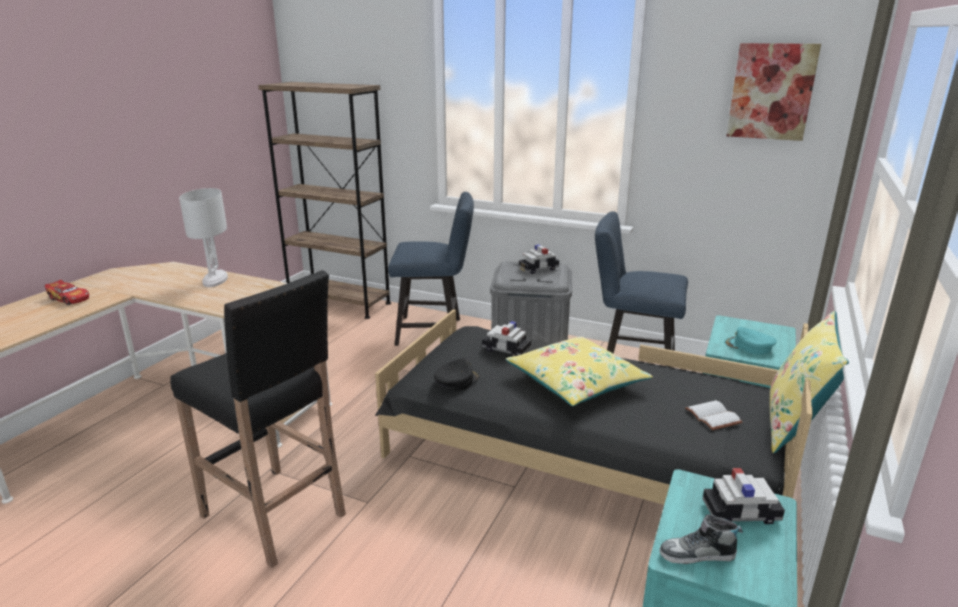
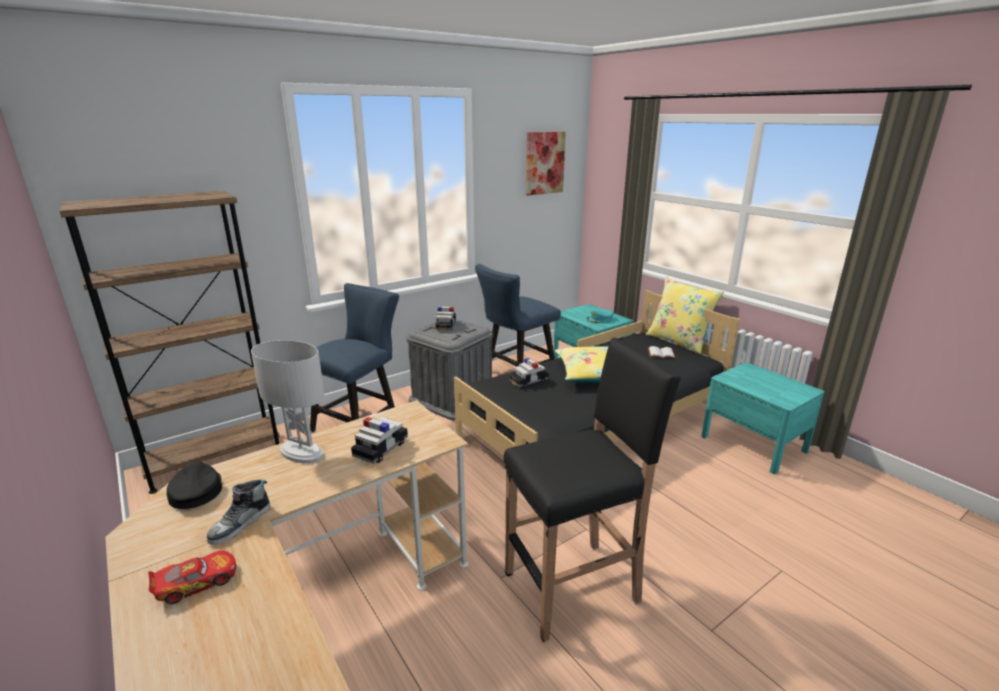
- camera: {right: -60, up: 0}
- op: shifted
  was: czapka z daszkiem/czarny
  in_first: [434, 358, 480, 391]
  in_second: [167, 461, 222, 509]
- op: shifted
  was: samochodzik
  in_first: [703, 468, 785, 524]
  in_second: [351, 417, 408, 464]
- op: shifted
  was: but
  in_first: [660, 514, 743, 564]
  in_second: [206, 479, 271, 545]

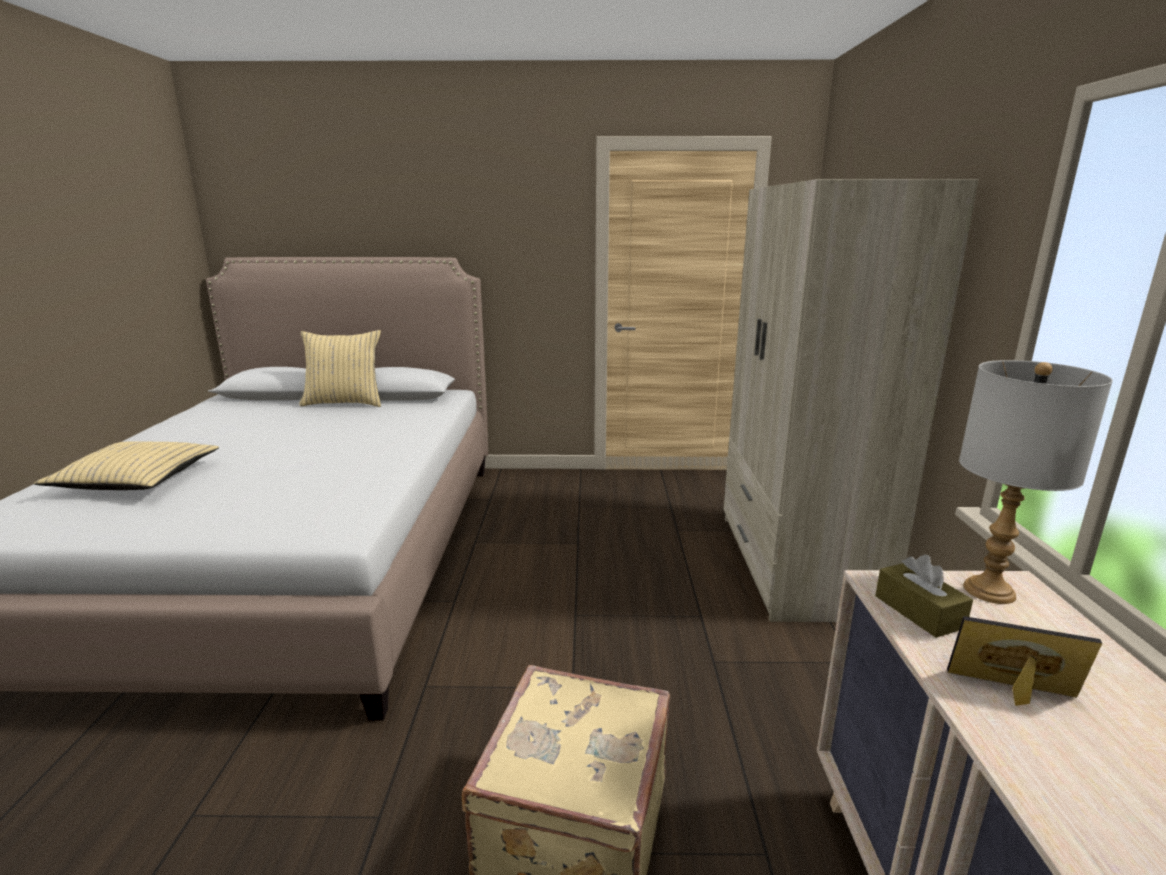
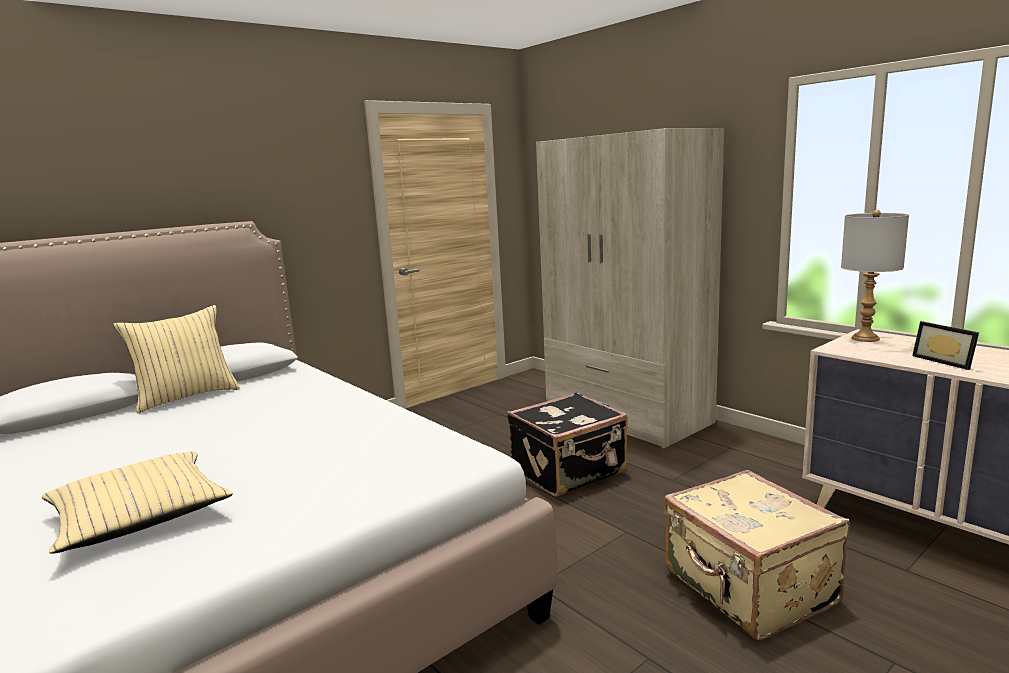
- camera: {right: -40, up: -5}
- op: gone
  was: pudełko chusteczek/brązowy
  in_first: [875, 554, 973, 638]
- op: rotated
  was: ramka na zdjęcie
  in_first: [947, 616, 1102, 706]
  in_second: [912, 321, 979, 370]
  clockwise: -90
- op: new
  now: walizka/czarny
  in_second: [507, 392, 628, 496]

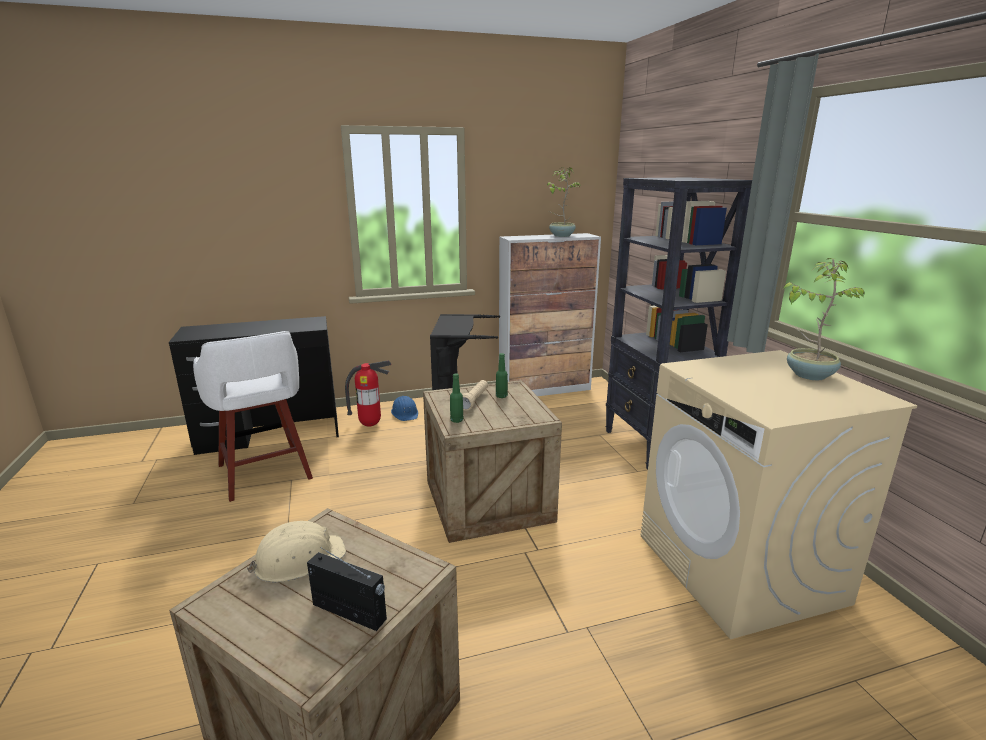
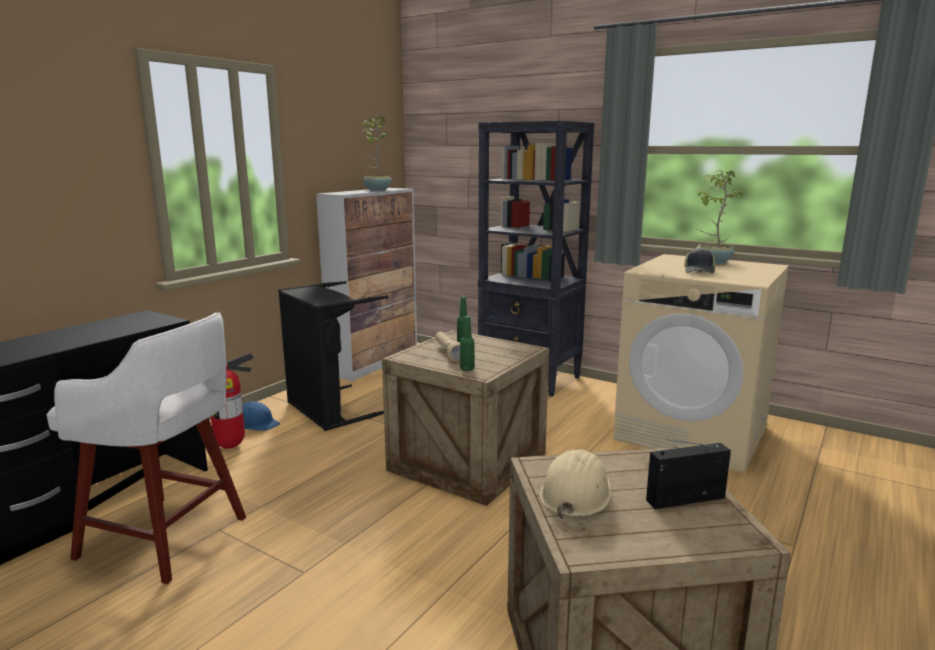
- camera: {right: -40, up: -5}
- op: new
  now: czapka z daszkiem
  in_second: [684, 247, 716, 273]

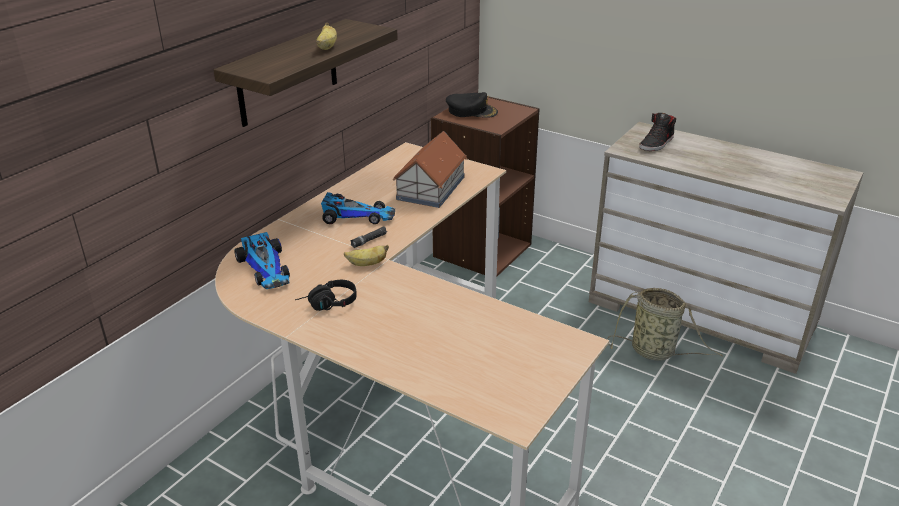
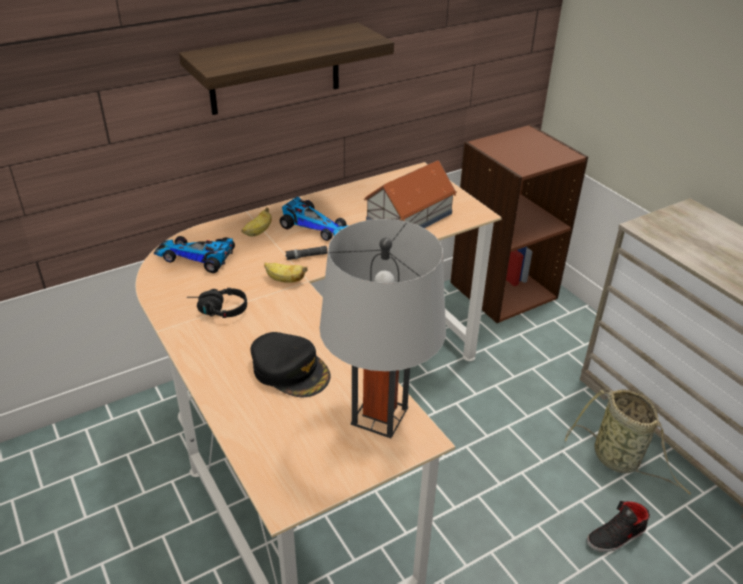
- camera: {right: 25, up: 5}
- op: shifted
  was: banan
  in_first: [316, 23, 337, 50]
  in_second: [241, 207, 272, 237]
- op: shifted
  was: czapka z daszkiem/czarny
  in_first: [446, 92, 498, 118]
  in_second: [250, 332, 331, 397]
- op: shifted
  was: but/czarny
  in_first: [639, 113, 676, 151]
  in_second: [586, 501, 650, 552]
- op: rotated
  was: samochodzik
  in_first: [235, 232, 290, 289]
  in_second: [154, 236, 235, 273]
  clockwise: 105
- op: new
  now: lampa stołowa/szary
  in_second: [319, 219, 446, 438]

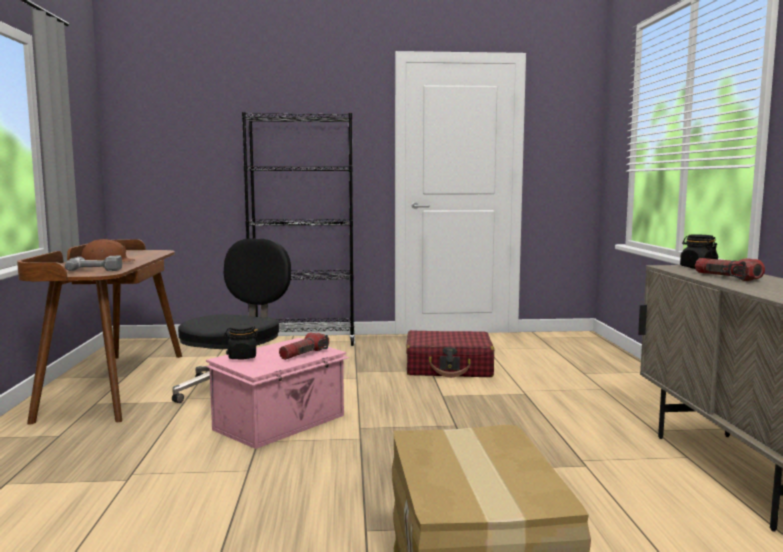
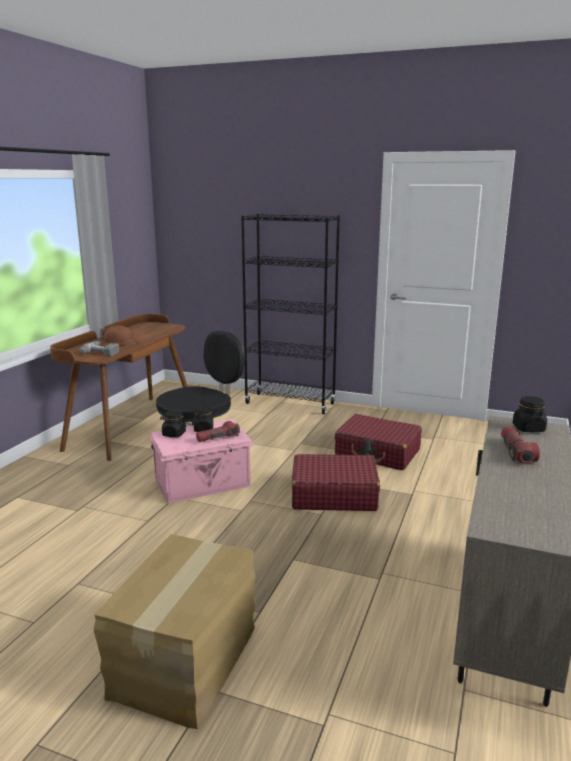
- camera: {right: 25, up: 10}
- op: new
  now: słoik/czarny
  in_second: [194, 406, 213, 432]
- op: new
  now: walizka/czerwony
  in_second: [292, 454, 380, 511]

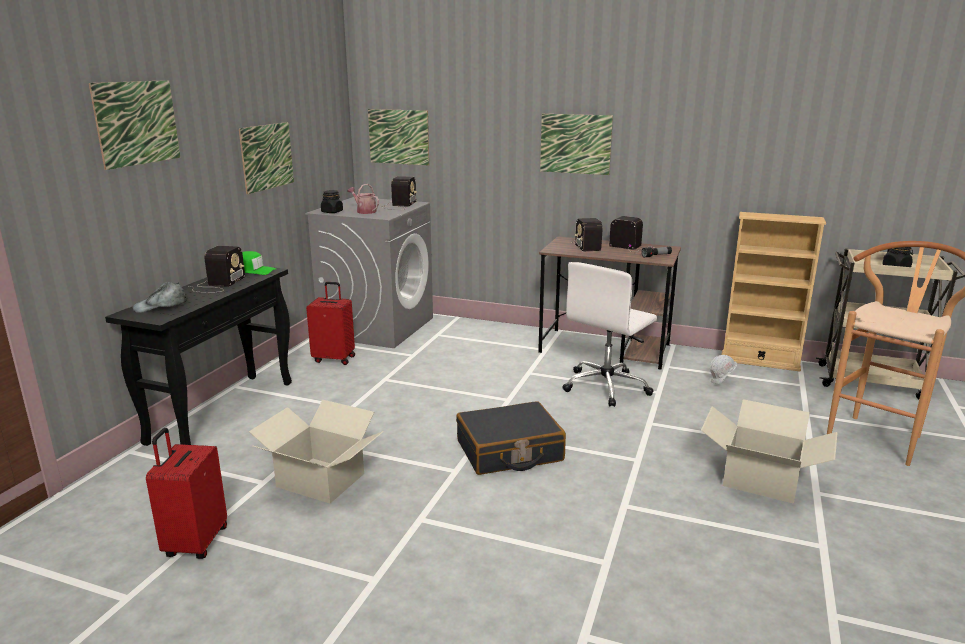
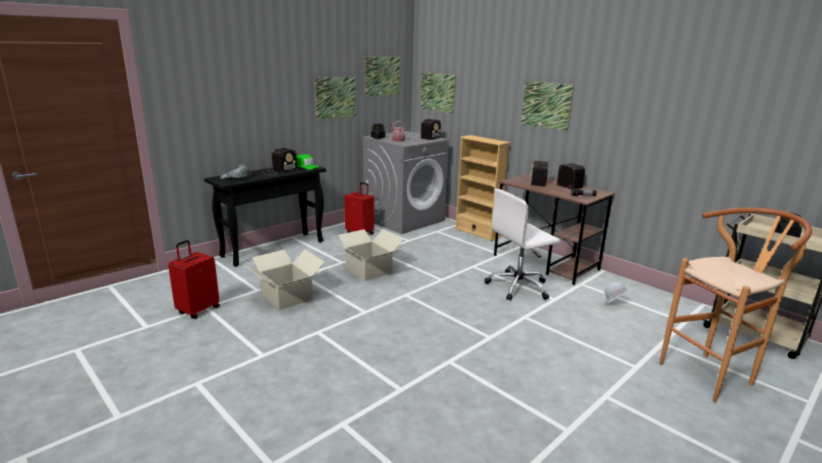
- camera: {right: 25, up: 0}
- op: shifted
  was: obraz
  in_first: [89, 80, 181, 170]
  in_second: [365, 57, 400, 96]
- op: shifted
  was: regał/beżowy
  in_first: [722, 212, 826, 371]
  in_second: [454, 135, 510, 241]
- op: shifted
  was: karton
  in_first: [701, 399, 838, 504]
  in_second: [333, 229, 404, 281]
- op: gone
  was: walizka/czarny
  in_first: [456, 401, 566, 475]

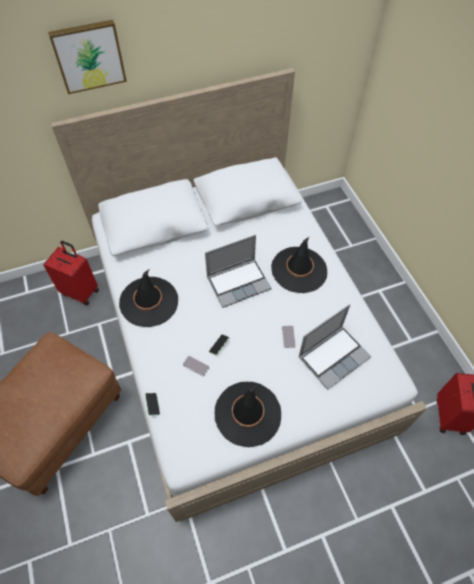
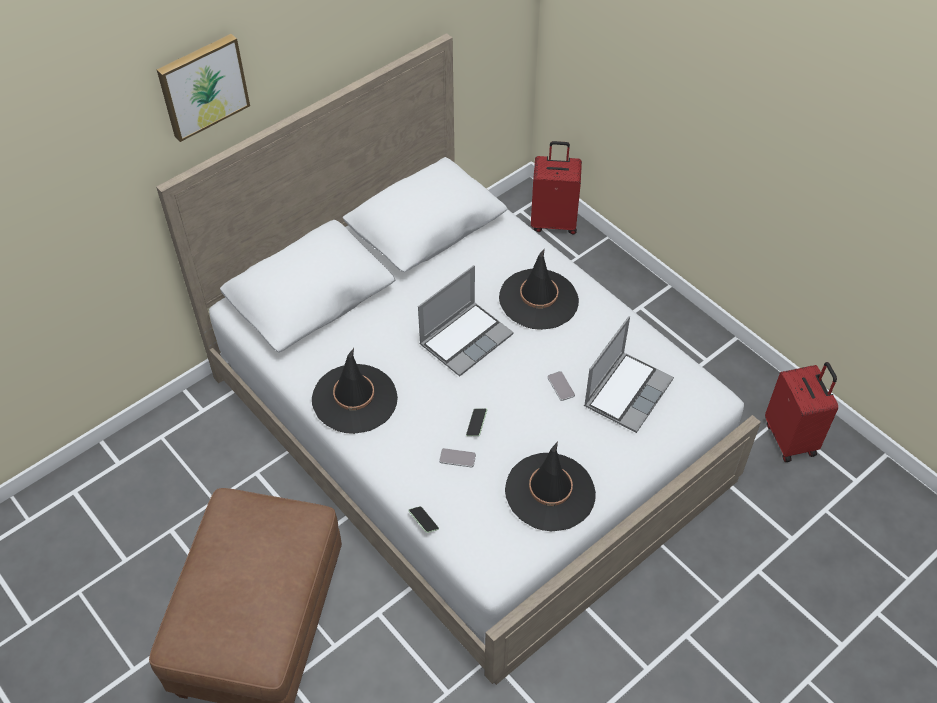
- camera: {right: -20, up: -5}
- op: shifted
  was: walizka/czerwony
  in_first: [43, 241, 99, 306]
  in_second: [531, 141, 582, 234]

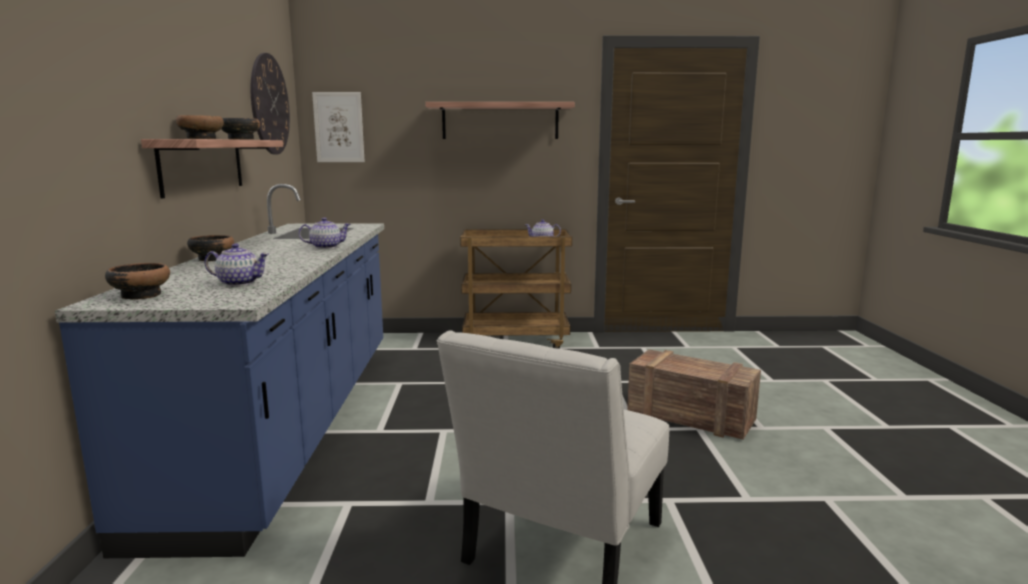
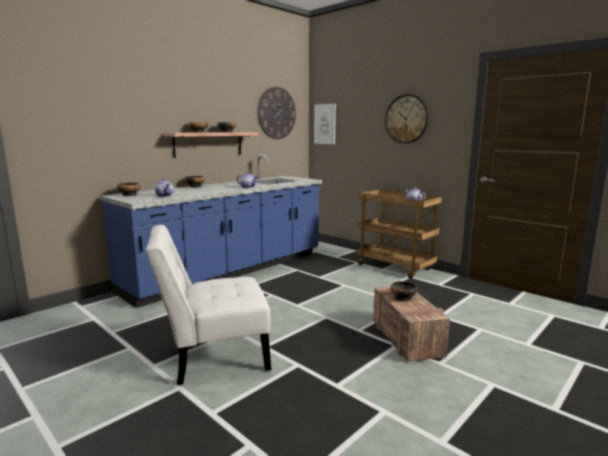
- camera: {right: 45, up: 0}
- op: swapped
  was: półka
  now: zegar ścienny
  in_first: [426, 102, 575, 139]
  in_second: [385, 94, 429, 144]
- op: new
  now: miska
  in_second: [390, 281, 418, 301]

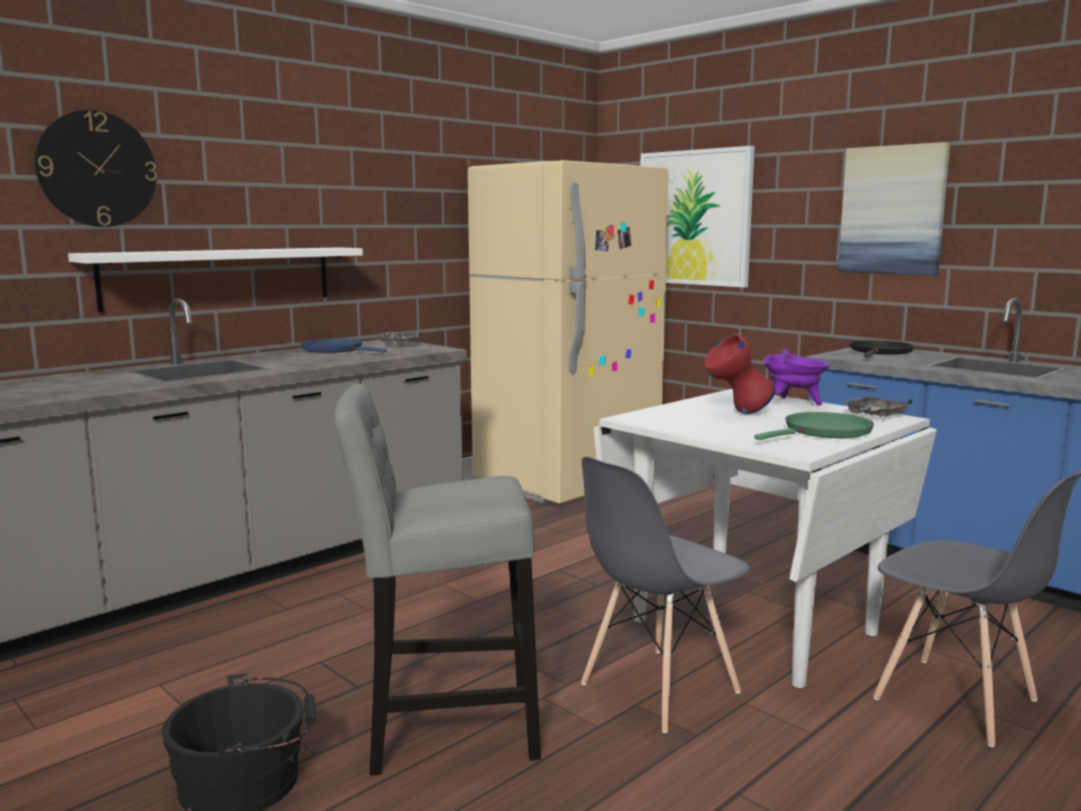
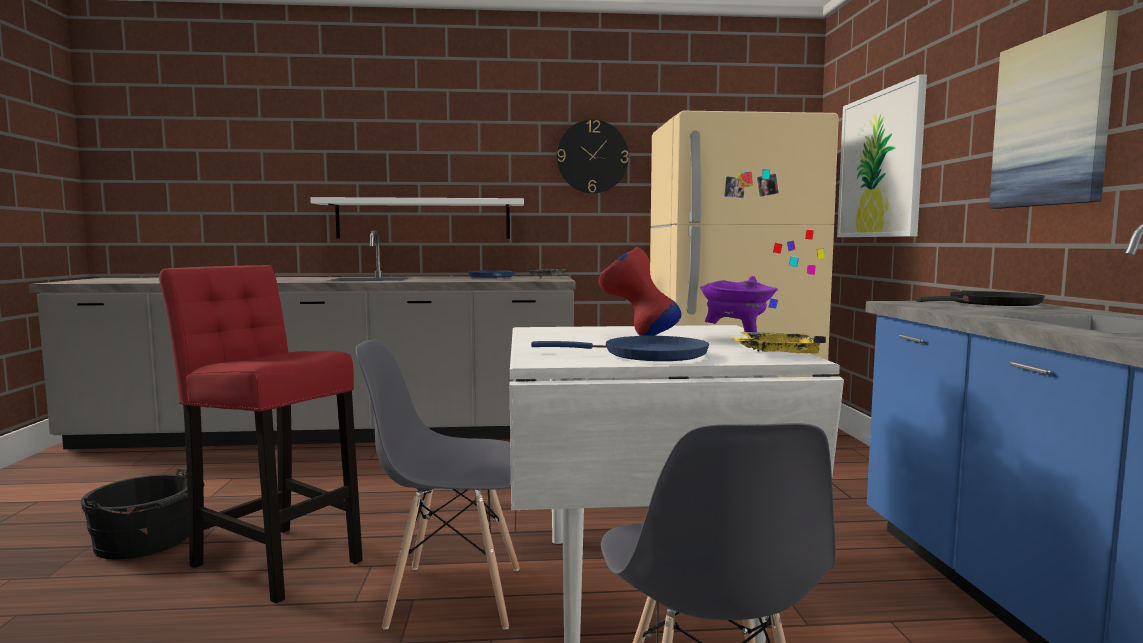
- camera: {right: 40, up: -5}
- op: shifted
  was: zegar ścienny
  in_first: [35, 110, 157, 227]
  in_second: [556, 119, 629, 194]
- op: repainted
  was: stołek/szary
  now: stołek/czerwony
  in_first: [334, 384, 541, 776]
  in_second: [159, 265, 363, 603]
- op: repainted
  was: taca/szary
  now: taca/żółty
  in_first: [842, 396, 913, 417]
  in_second: [732, 332, 826, 353]
- op: repainted
  was: patelnia/zielony
  now: patelnia/niebieski
  in_first: [754, 412, 874, 440]
  in_second: [531, 336, 709, 361]

